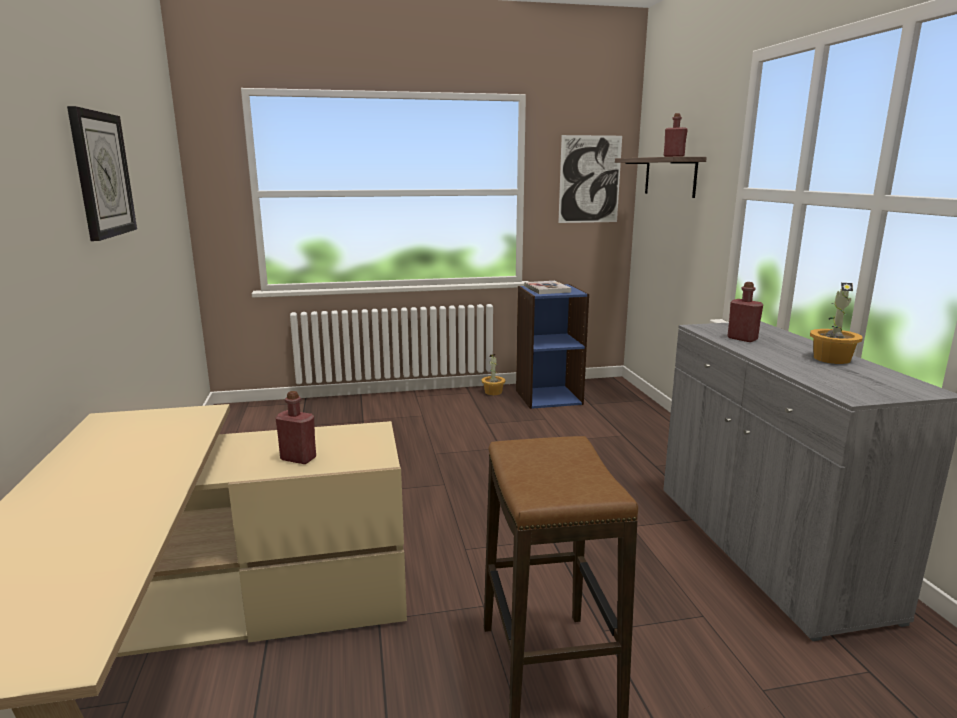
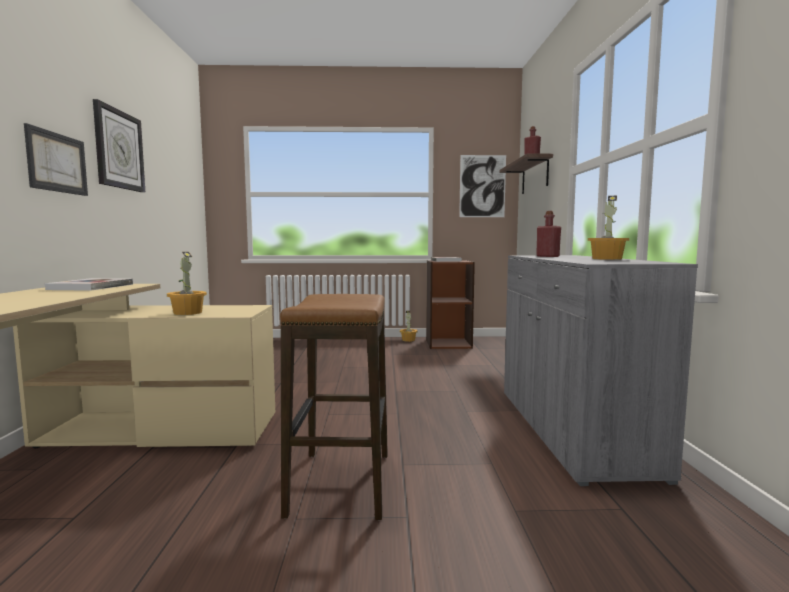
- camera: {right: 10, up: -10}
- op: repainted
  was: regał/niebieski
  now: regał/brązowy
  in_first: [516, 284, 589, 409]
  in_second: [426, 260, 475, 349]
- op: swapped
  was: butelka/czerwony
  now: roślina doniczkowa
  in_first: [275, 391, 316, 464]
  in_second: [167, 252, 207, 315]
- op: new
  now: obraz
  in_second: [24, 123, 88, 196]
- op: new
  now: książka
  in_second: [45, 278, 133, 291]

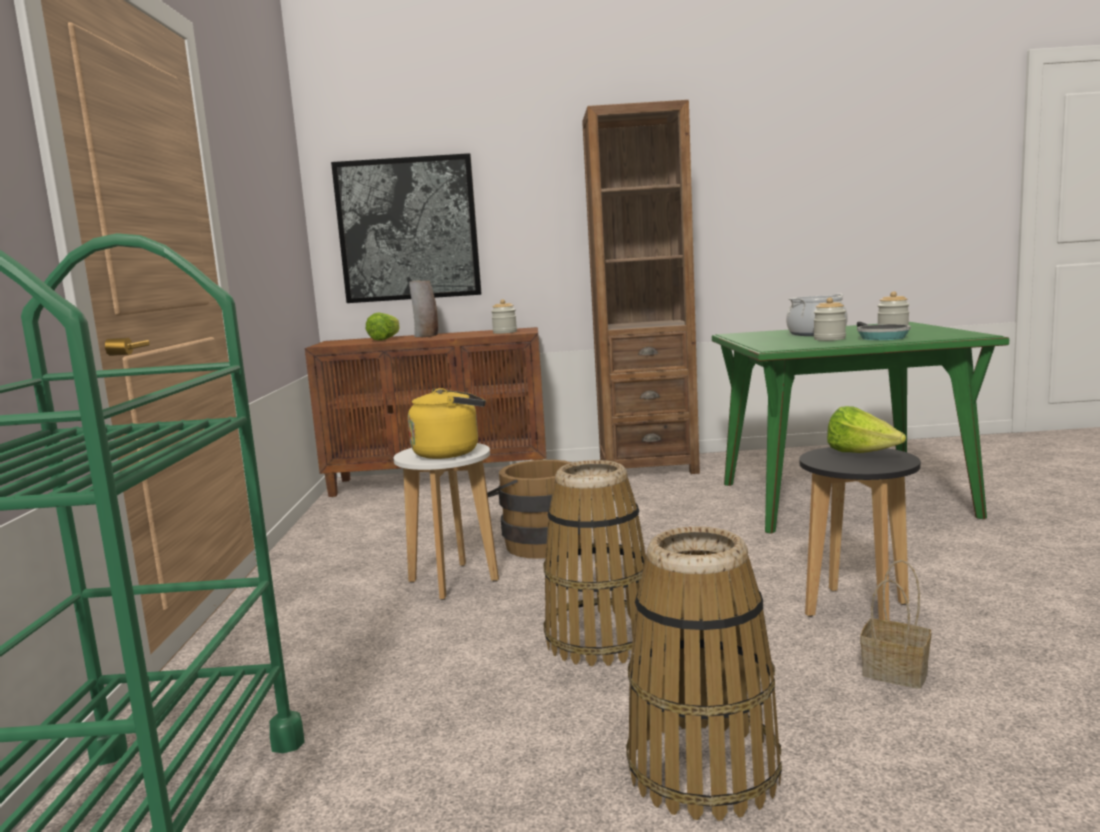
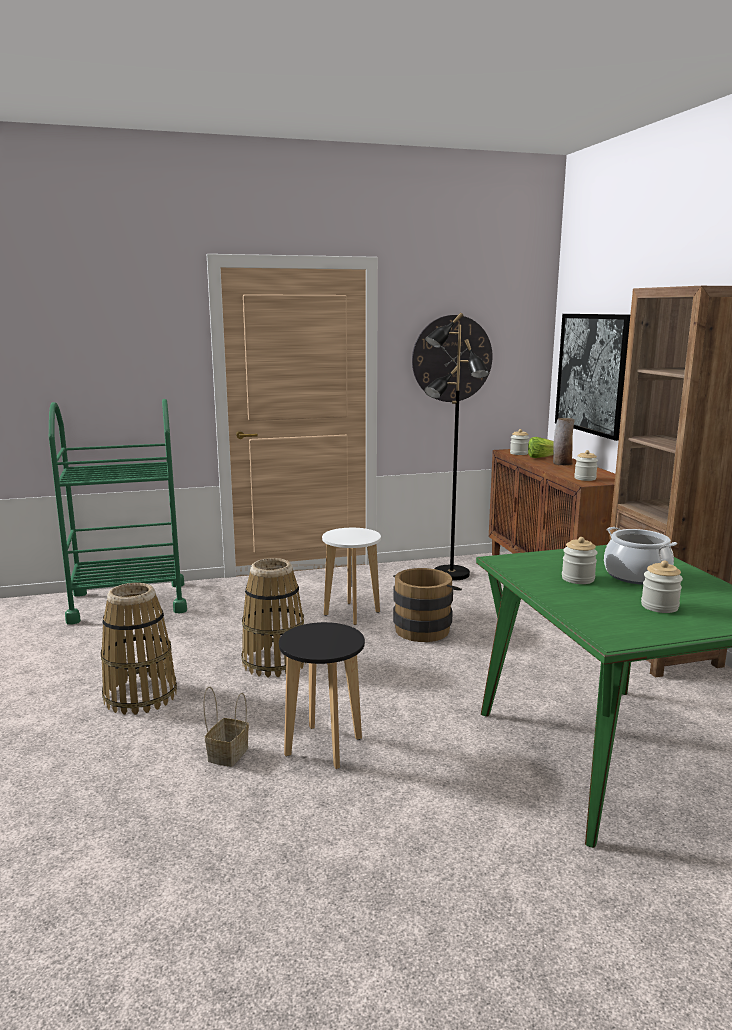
- camera: {right: 75, up: 5}
- op: gone
  was: patelnia
  in_first: [857, 322, 911, 340]
- op: gone
  was: czajnik/żółty
  in_first: [408, 388, 486, 459]
- op: gone
  was: sałata
  in_first: [827, 406, 906, 453]
- op: new
  now: lampa stojąca/czarny
  in_second: [424, 312, 489, 581]
- op: new
  now: zegar ścienny
  in_second: [412, 315, 493, 402]
- op: new
  now: słoik
  in_second: [510, 429, 529, 455]

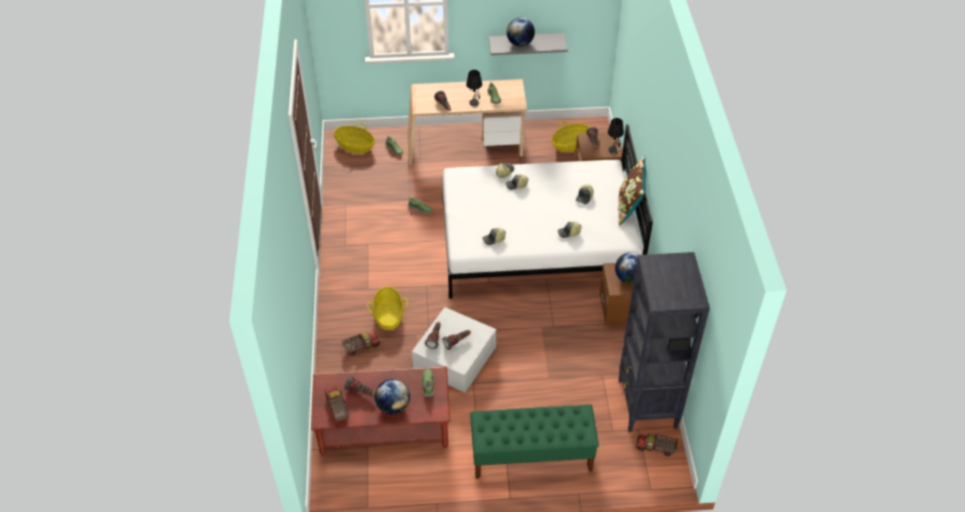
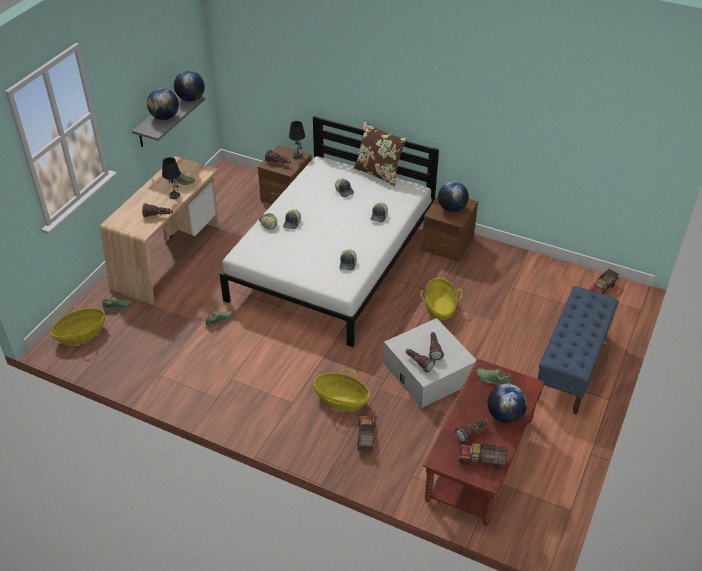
- camera: {right: -60, up: -5}
- op: shifted
  was: koszyk
  in_first: [552, 122, 590, 152]
  in_second: [421, 278, 463, 320]
- op: gone
  was: regał/czarny
  in_first: [618, 252, 710, 432]
- op: repainted
  was: ławka/zielony
  now: ławka/niebieski
  in_first: [470, 404, 599, 479]
  in_second: [537, 286, 619, 415]
- op: new
  now: globus
  in_second: [174, 70, 205, 102]

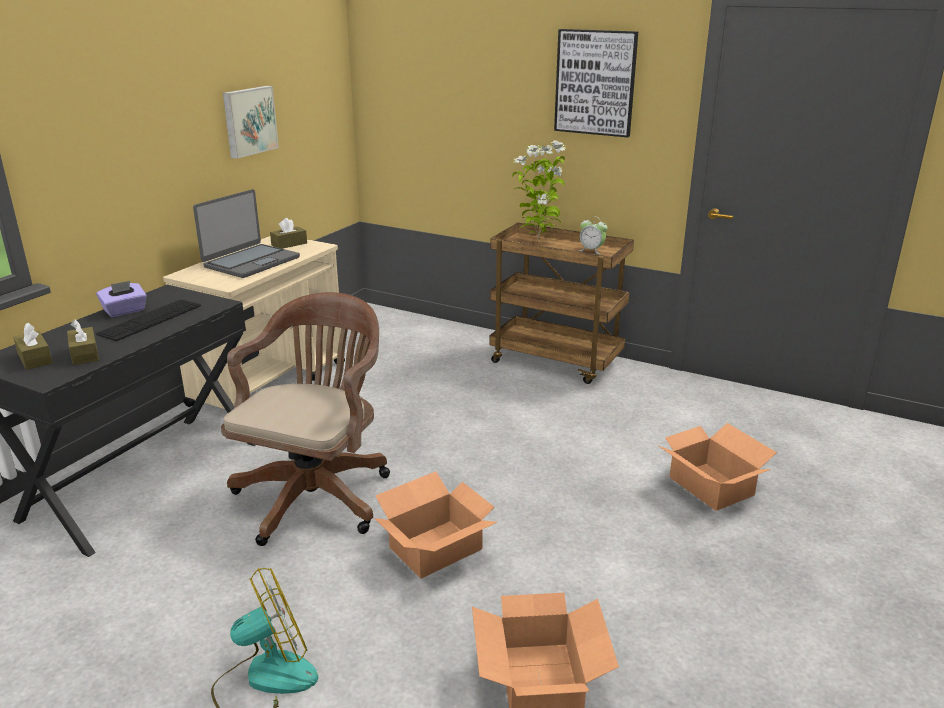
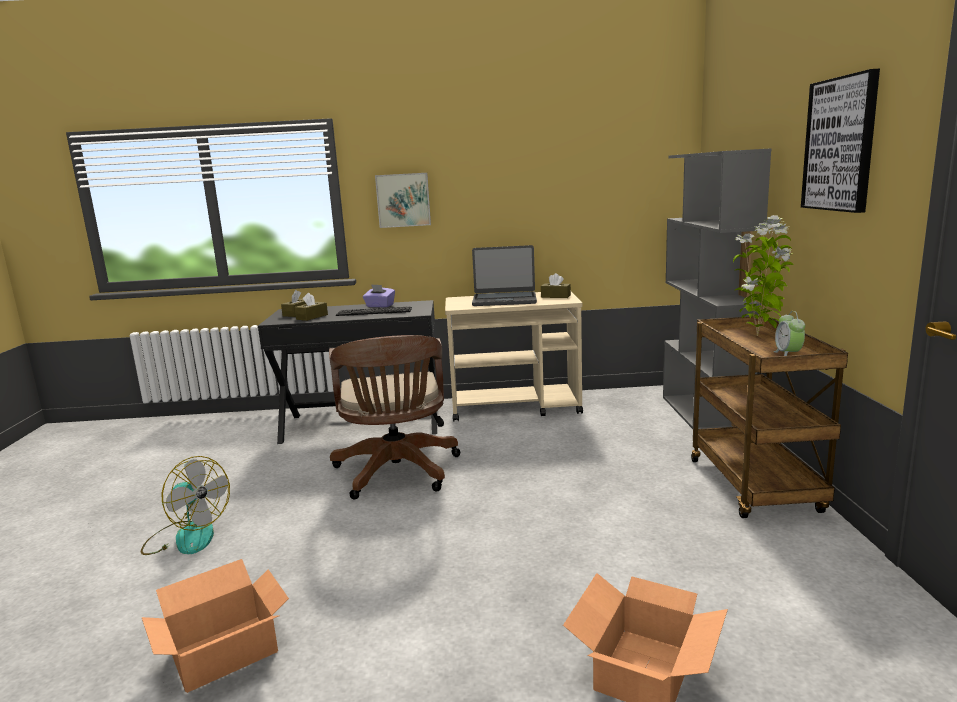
- camera: {right: 60, up: -10}
- op: shifted
  was: obraz
  in_first: [223, 86, 279, 159]
  in_second: [375, 173, 431, 228]
- op: rotated
  was: krzesło biurowe/brązowy
  in_first: [221, 292, 390, 546]
  in_second: [329, 335, 460, 499]
  clockwise: 90
- op: gone
  was: karton
  in_first: [374, 471, 497, 579]
- op: new
  now: regał/szary
  in_second: [663, 148, 771, 429]

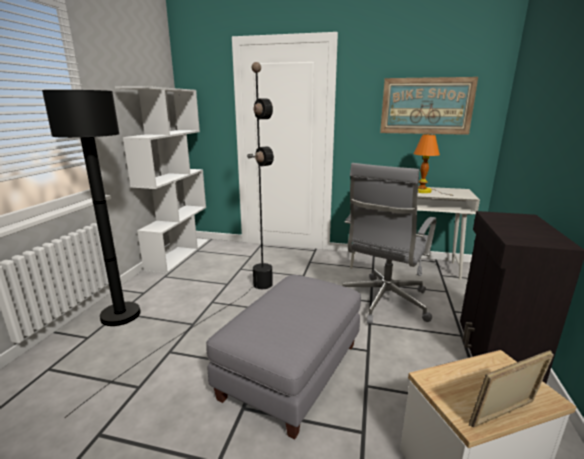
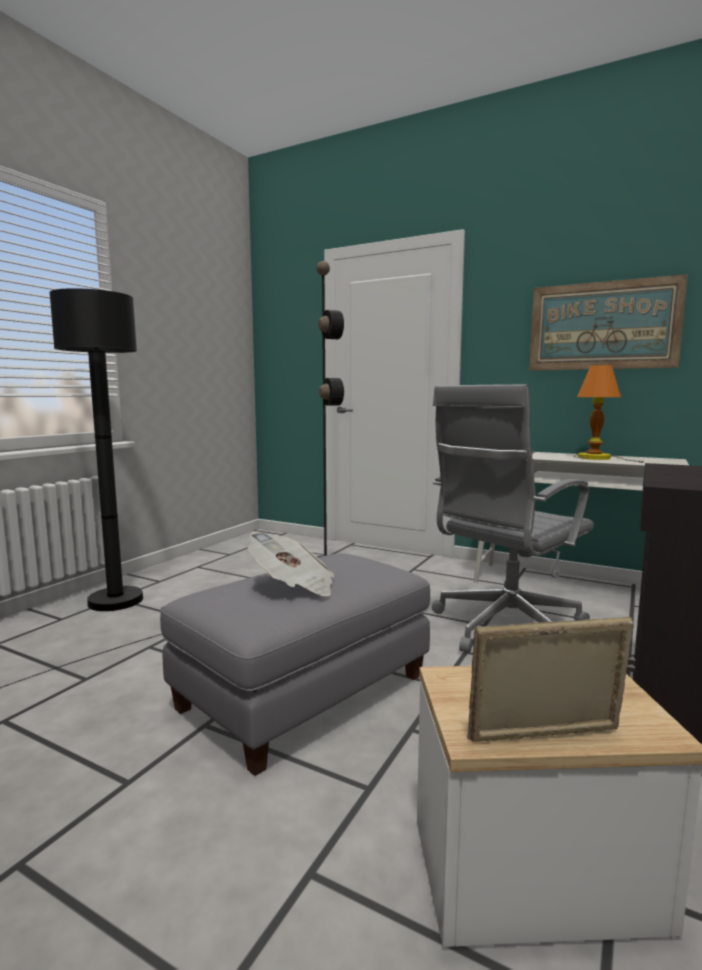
- camera: {right: 15, up: -10}
- op: gone
  was: regał/biały
  in_first: [115, 86, 209, 274]
- op: new
  now: gazeta
  in_second: [248, 532, 334, 597]

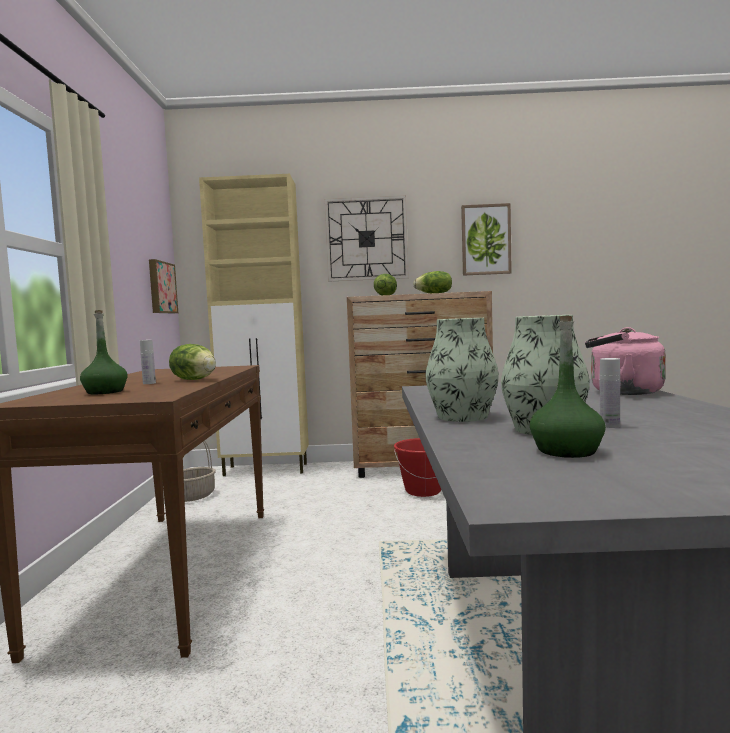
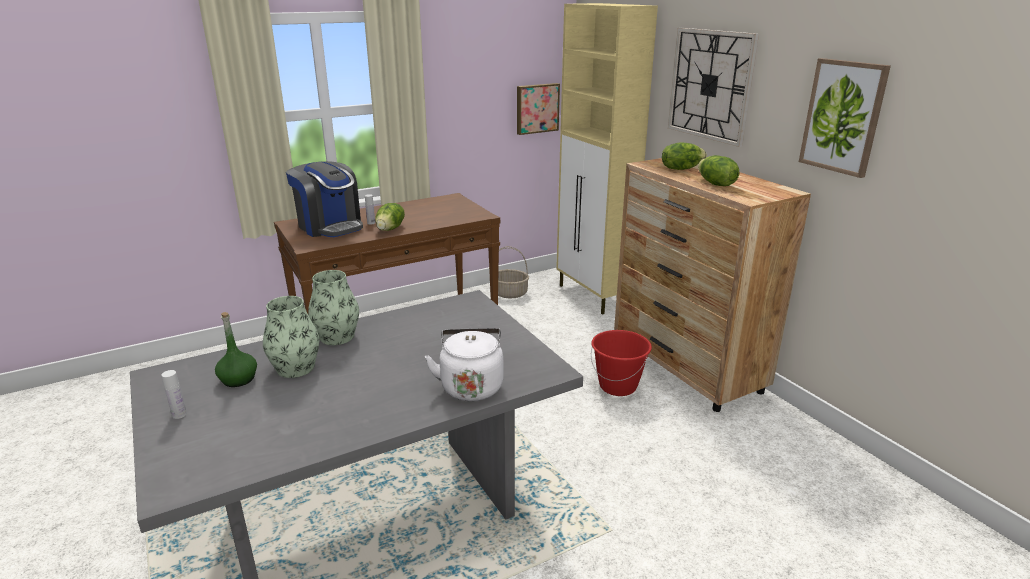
- camera: {right: 60, up: 20}
- op: swapped
  was: butelka/zielony
  now: ekspres do kawy
  in_first: [80, 310, 128, 394]
  in_second: [286, 161, 363, 237]
- op: repainted
  was: czajnik/różowy
  now: czajnik/biały
  in_first: [585, 327, 666, 395]
  in_second: [425, 328, 504, 401]
- op: shifted
  was: butelka/biały
  in_first: [599, 358, 620, 428]
  in_second: [161, 370, 187, 419]

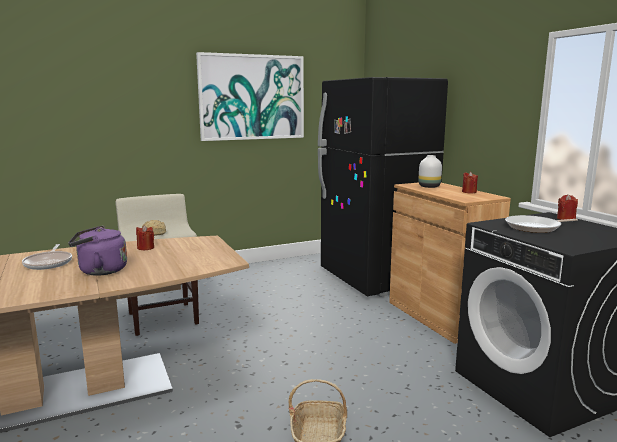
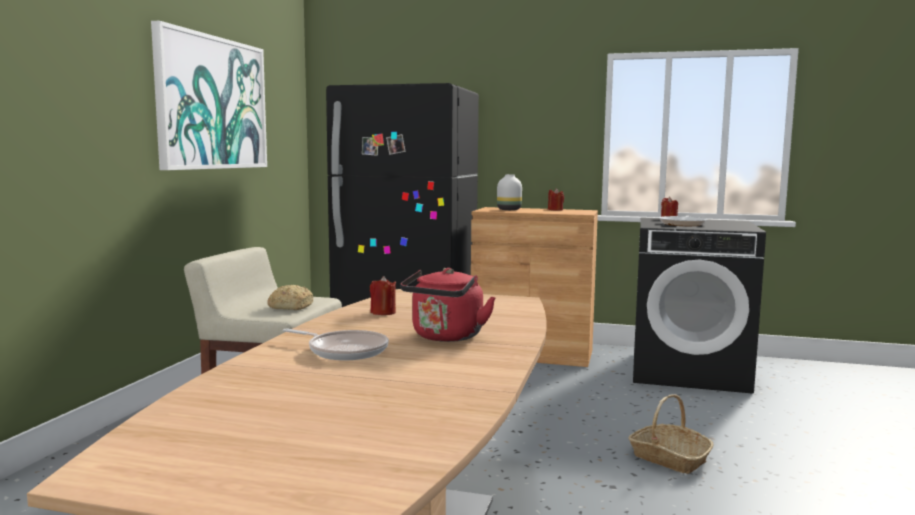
- camera: {right: -50, up: -5}
- op: repainted
  was: czajnik/fioletowy
  now: czajnik/czerwony
  in_first: [68, 225, 127, 275]
  in_second: [400, 268, 496, 342]

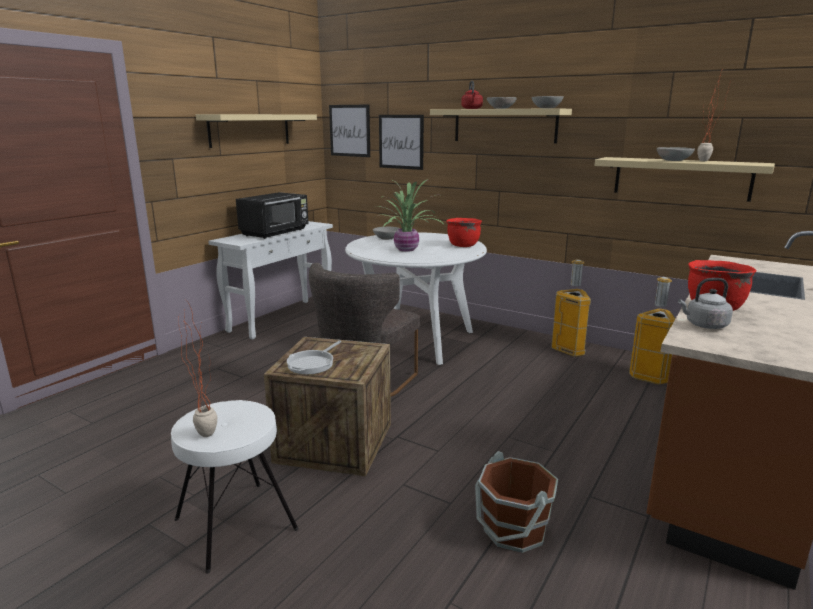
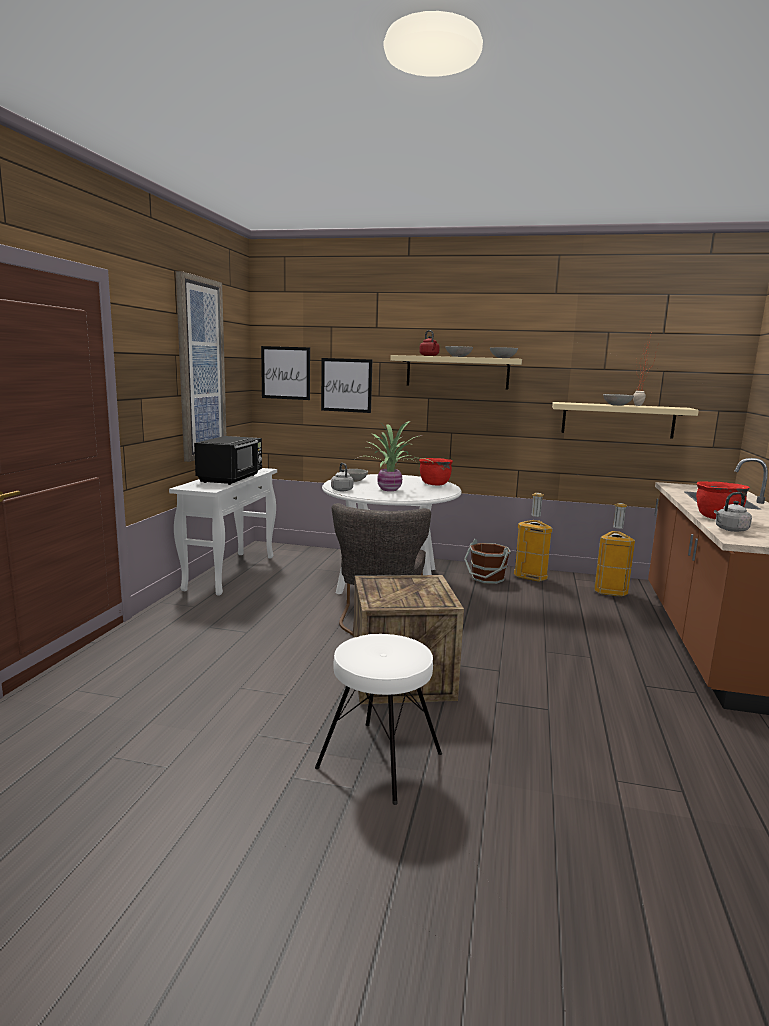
- camera: {right: -20, up: -5}
- op: swapped
  was: półka/beżowy
  now: obraz
  in_first: [196, 114, 317, 148]
  in_second: [176, 271, 226, 462]
- op: gone
  was: roślina doniczkowa
  in_first: [178, 298, 217, 437]
- op: gone
  was: patelnia
  in_first: [287, 340, 341, 374]
- op: shifted
  was: wiadro/brązowy
  in_first: [475, 451, 558, 553]
  in_second: [464, 539, 511, 584]
- op: new
  now: czajnik/szary
  in_second: [331, 463, 353, 491]

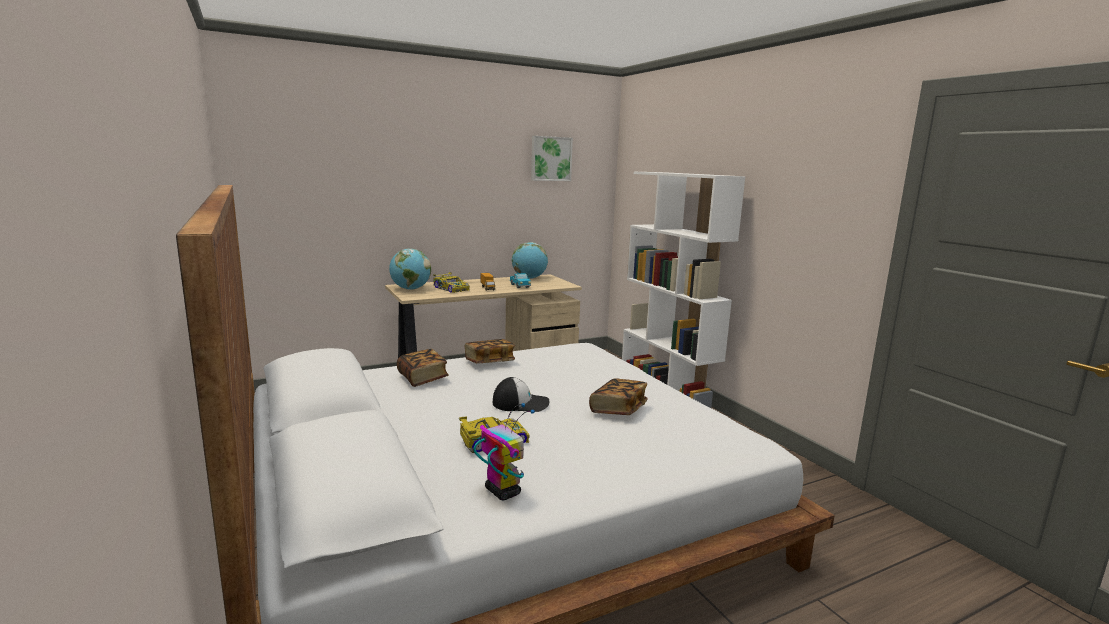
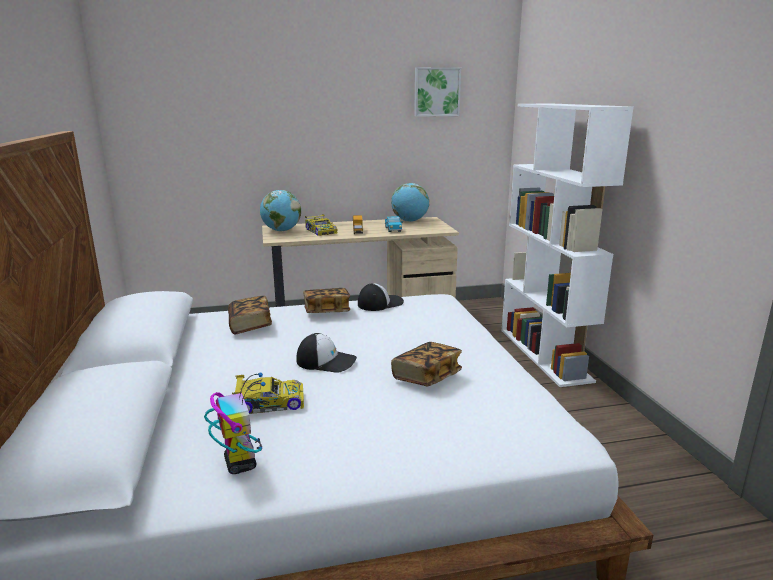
- camera: {right: 15, up: 5}
- op: new
  now: czapka z daszkiem
  in_second: [358, 283, 404, 311]

